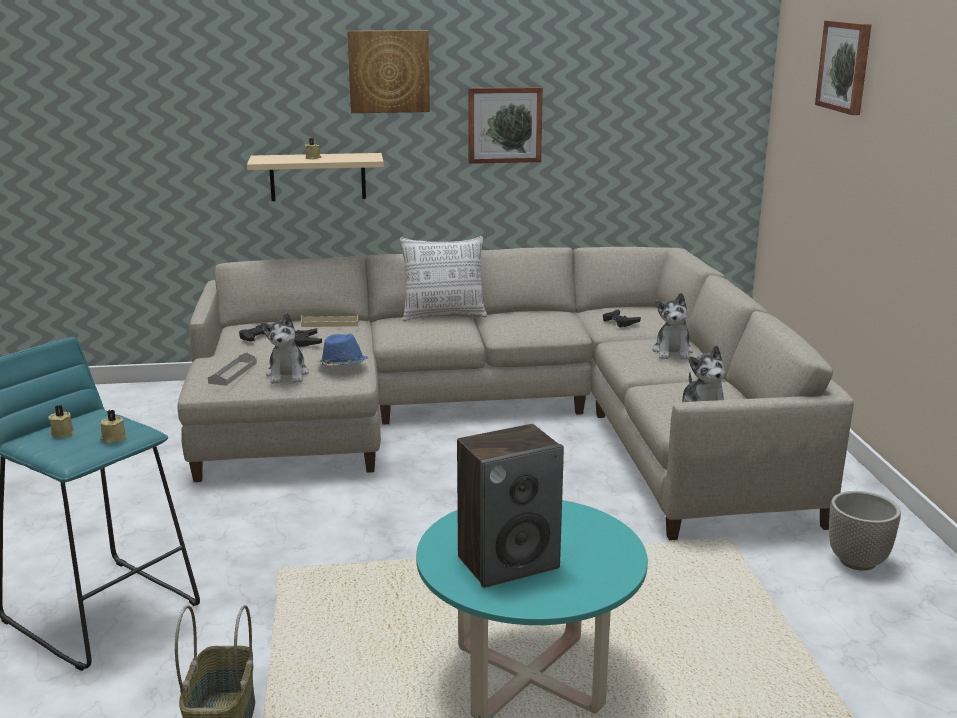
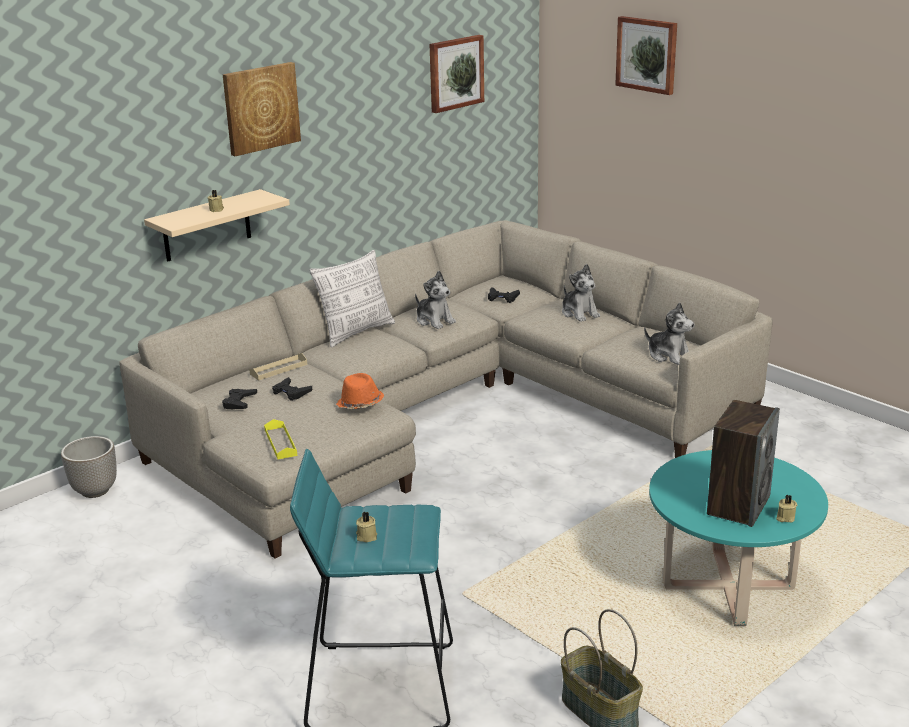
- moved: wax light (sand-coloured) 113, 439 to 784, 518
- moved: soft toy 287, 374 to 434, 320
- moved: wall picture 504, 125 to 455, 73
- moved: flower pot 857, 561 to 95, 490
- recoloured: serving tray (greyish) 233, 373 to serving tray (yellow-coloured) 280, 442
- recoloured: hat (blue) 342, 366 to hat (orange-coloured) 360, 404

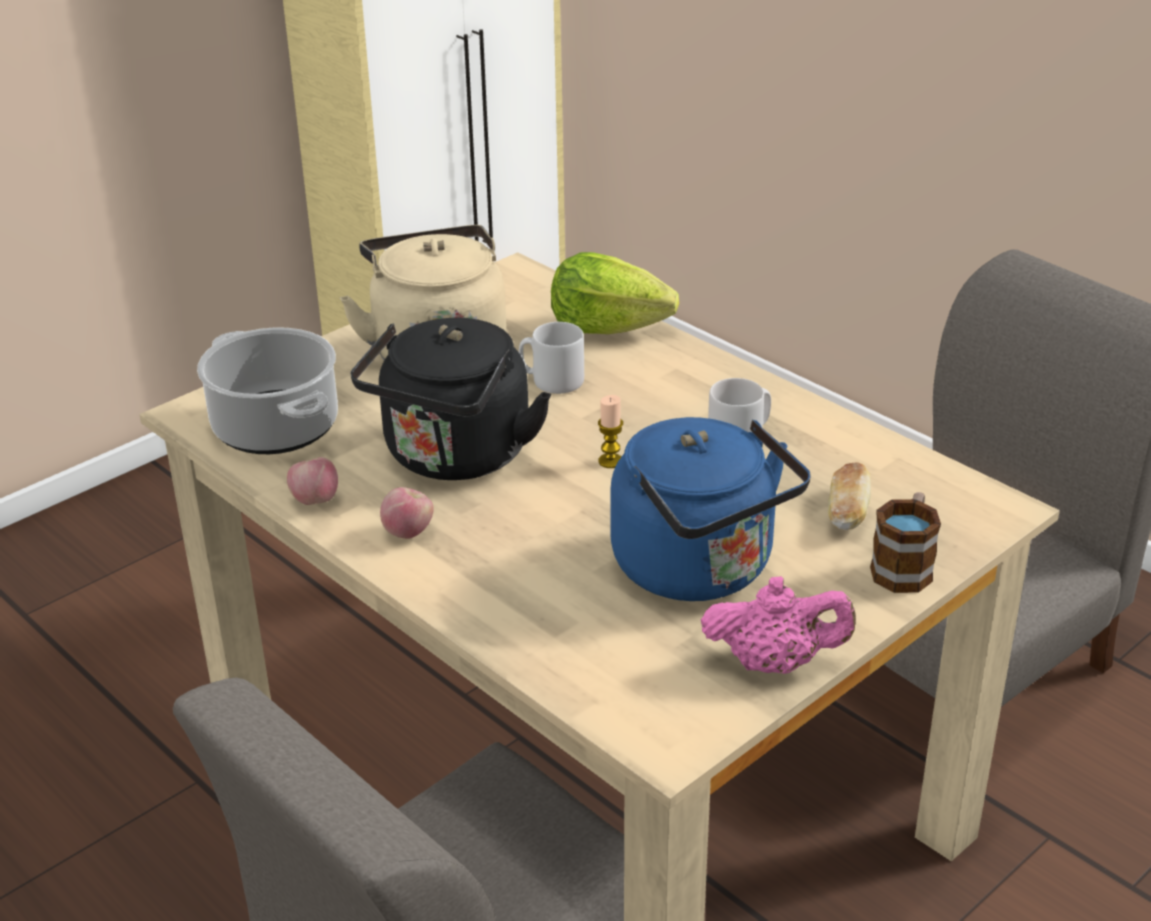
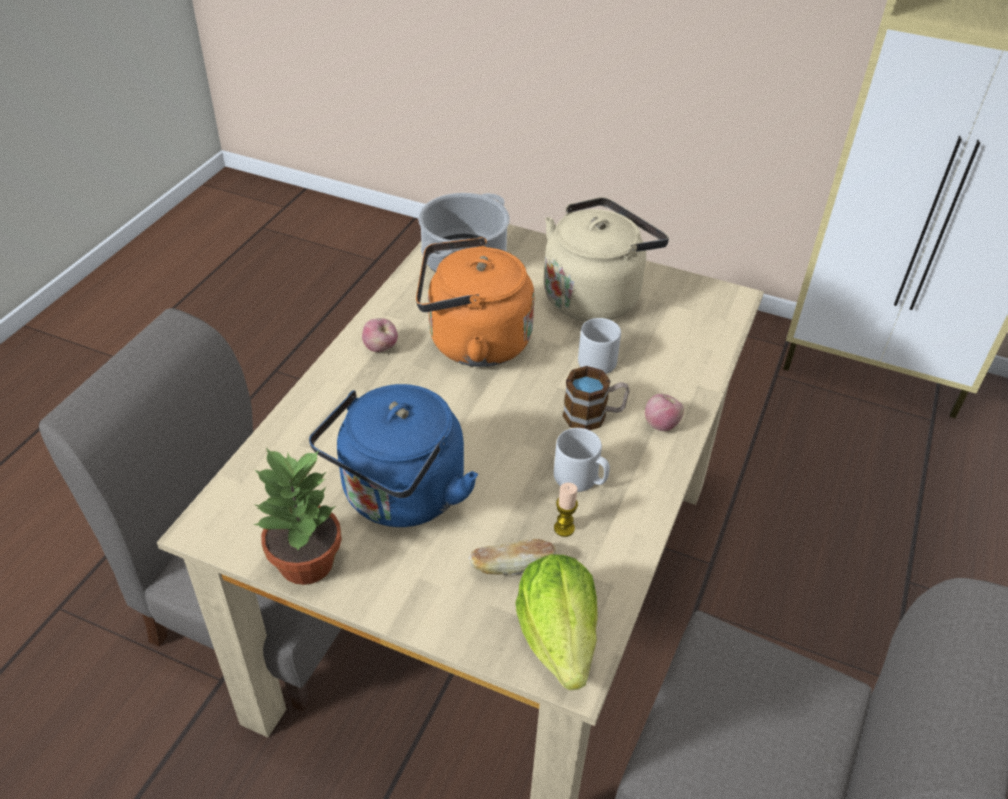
- moved: apple 315, 500 to 661, 424
- moved: lettuce head 607, 328 to 558, 637
- moved: wax light 610, 461 to 564, 528
- moved: tea mug 904, 565 to 593, 416
- replaced: tea pot (pink-coloured) 774, 663 to plant in a pot 307, 564
- recoloured: kettle (black-coloured) 454, 458 to kettle (orange-coloured) 472, 342

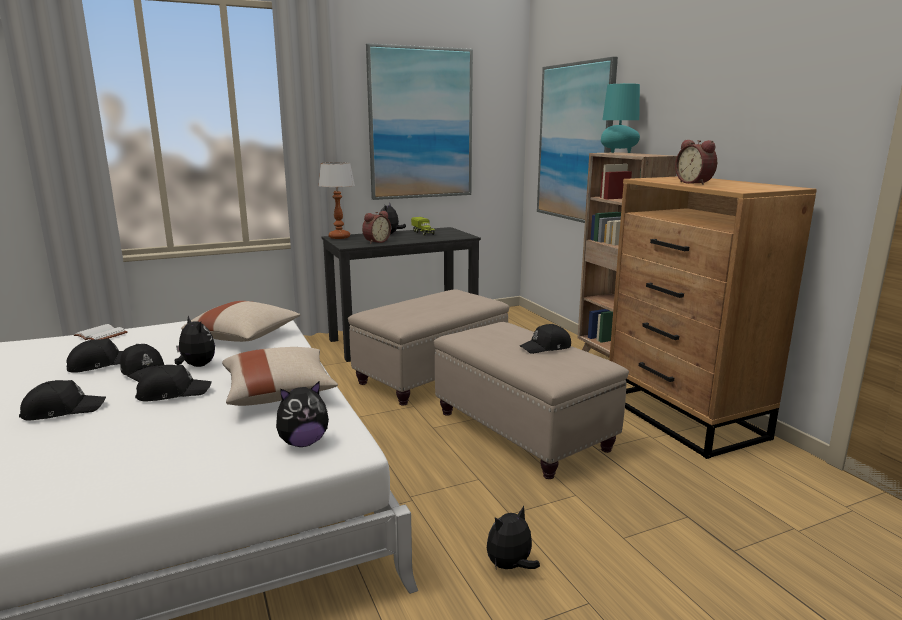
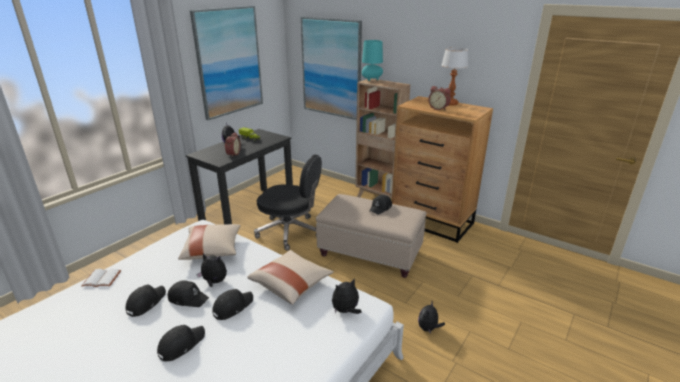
- moved: table lamp 339, 237 to 450, 103
- replaced: ottoman (sand-coloured) 430, 375 to office chair (black-coloured) 290, 231
- turned: soft toy 303, 442 = 346, 311 150 degrees counterclockwise

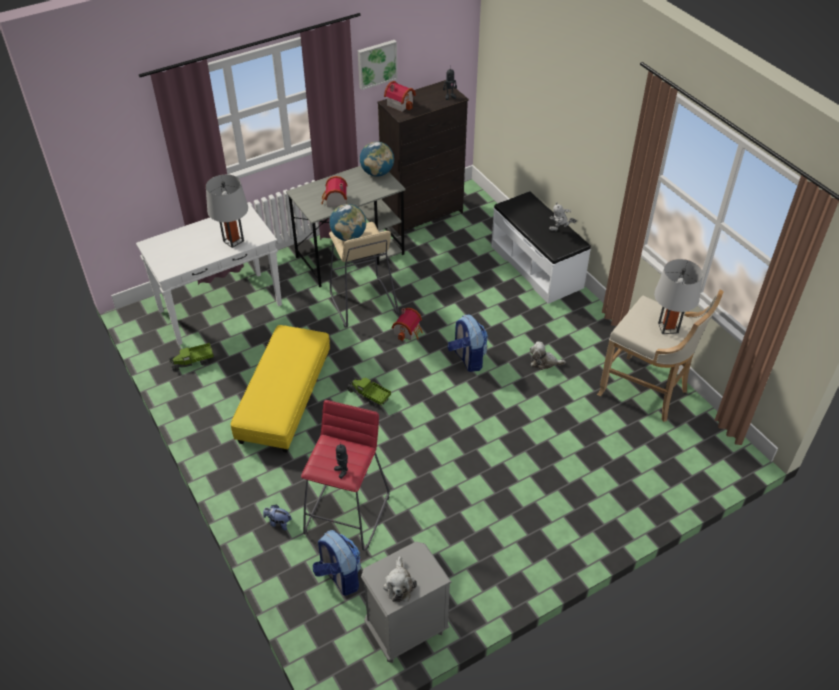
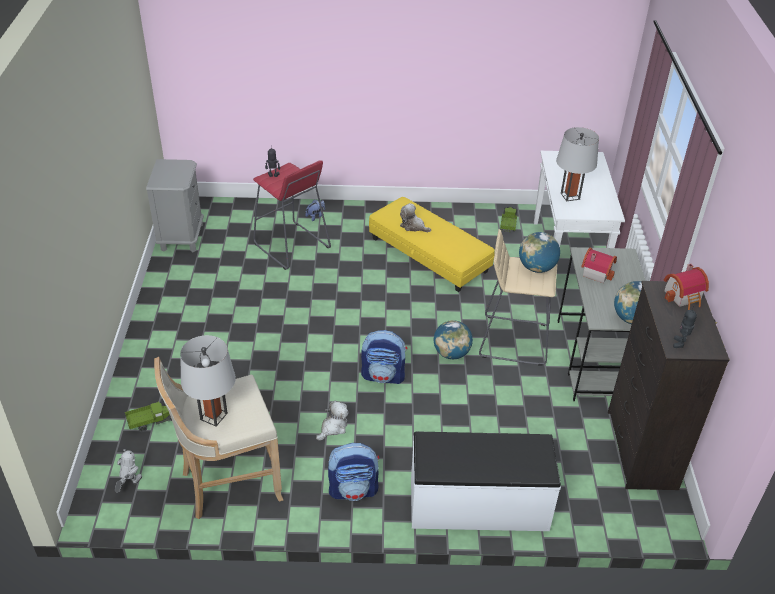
- removed: wall picture 376, 63
- moved: rucksack 339, 577 to 354, 489
- moved: toy lorry 368, 396 to 153, 421
- moved: soft toy 399, 585 to 413, 226
- moved: model robot 560, 231 to 130, 485
- replaced: toy house 408, 331 to globe 451, 353

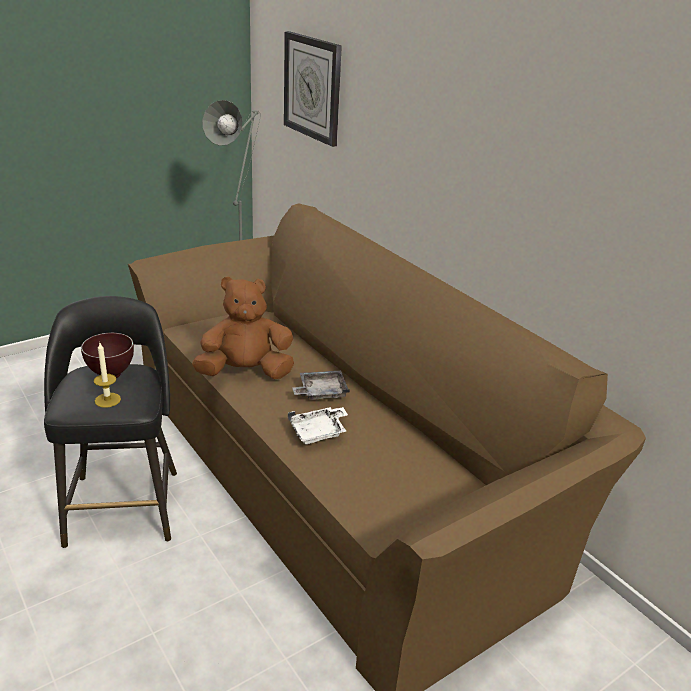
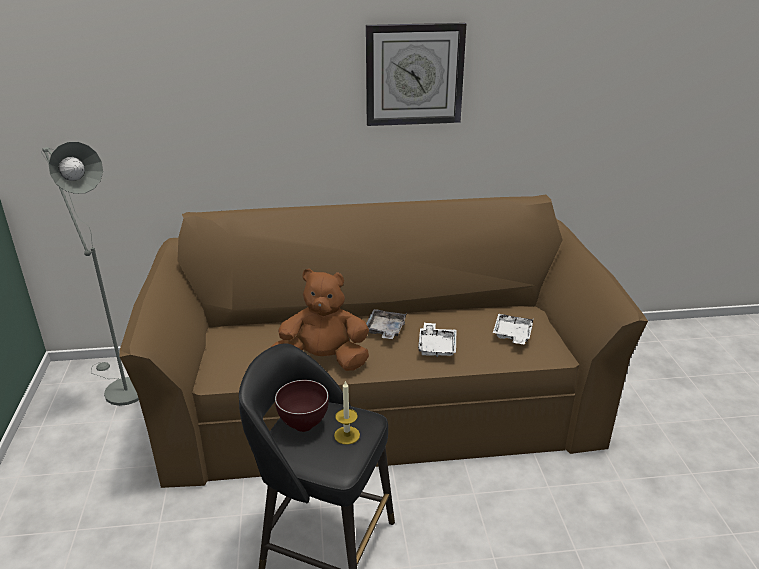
- added: serving tray (white) 512, 335
- moved: wall clock 312, 88 to 414, 74
- turned: soft toy (brownish) 245, 372 = 323, 360 75 degrees clockwise

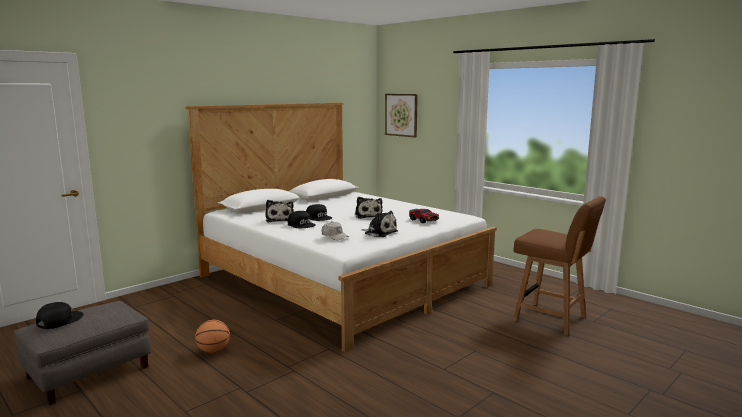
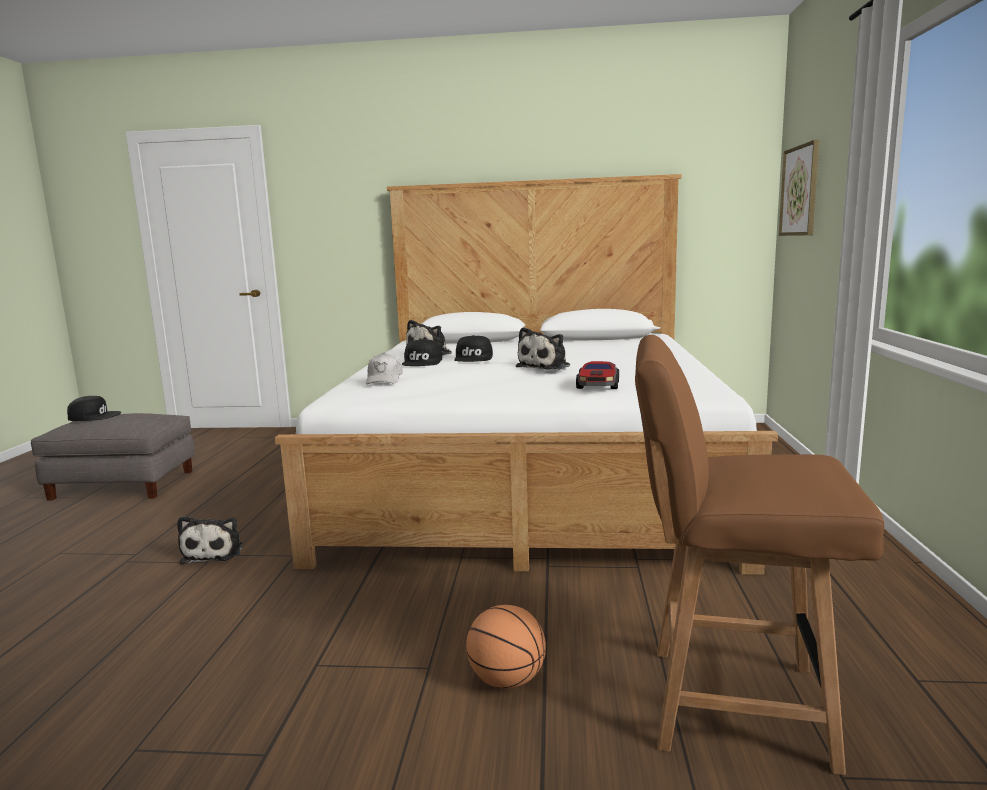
- moved: basketball 213, 351 to 507, 680
- moved: soft toy 379, 233 to 214, 552
- turned: chair (brownish) 551, 319 = 732, 703 105 degrees clockwise

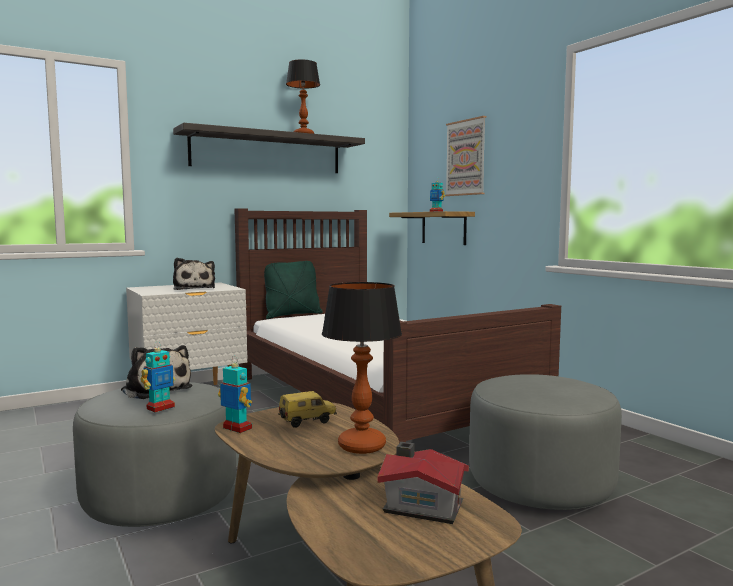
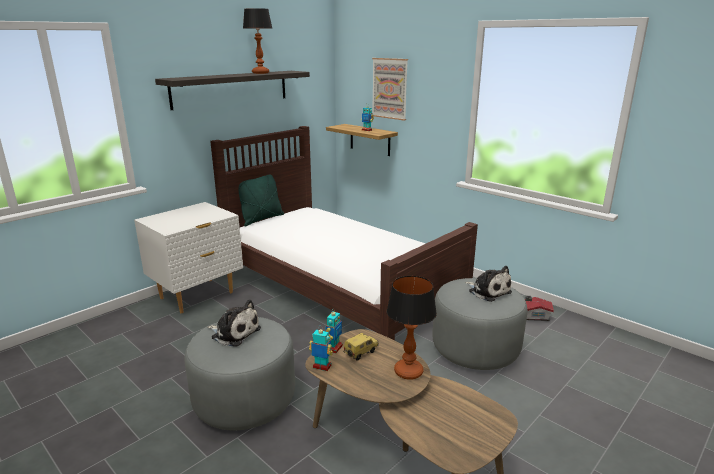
- moved: model robot 160, 408 to 334, 348
- moved: soft toy 194, 288 to 488, 291
- moved: toy house 422, 505 to 534, 315

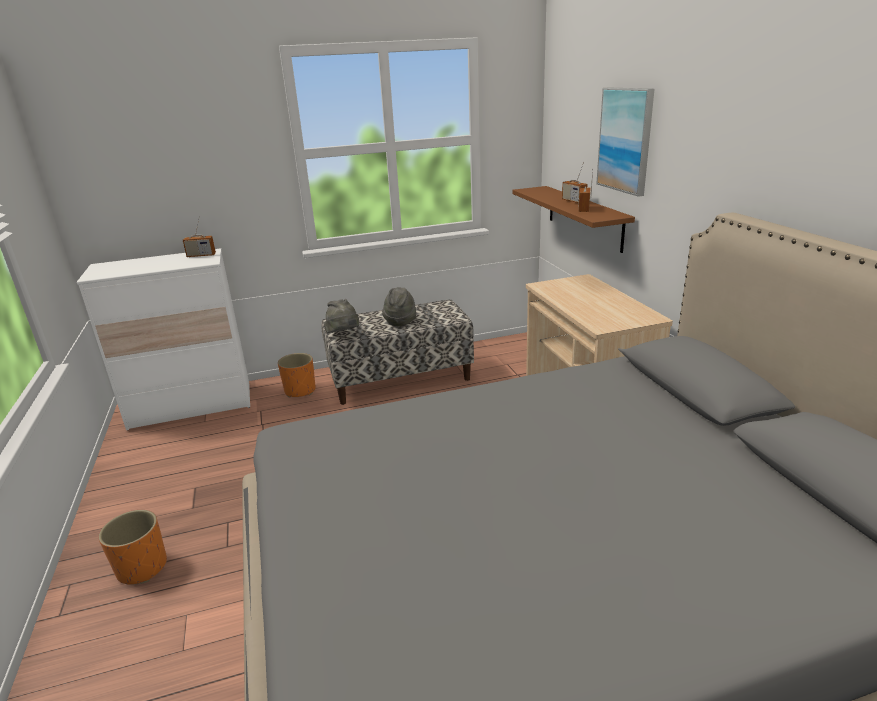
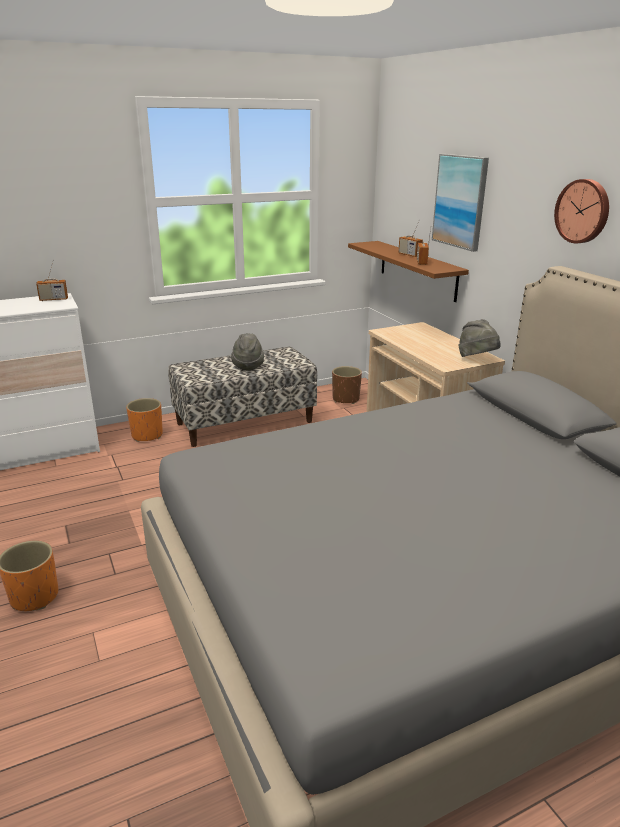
- added: flower pot (brownish) 346, 399
- added: wall clock 583, 211
- moved: hat (greyish) 344, 335 to 477, 359

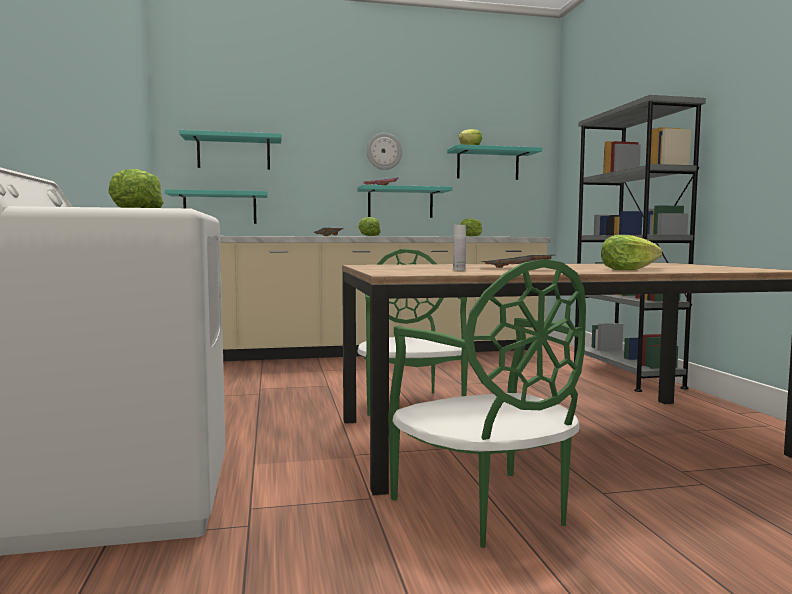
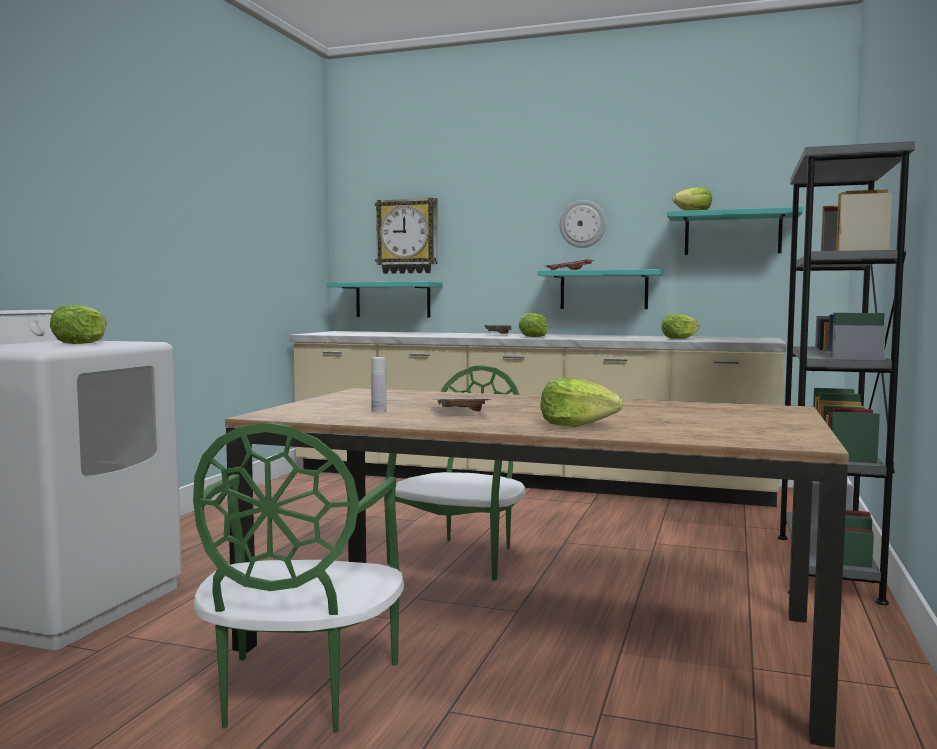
- replaced: bracket shelf (blue-green) 233, 153 to wall clock 407, 236

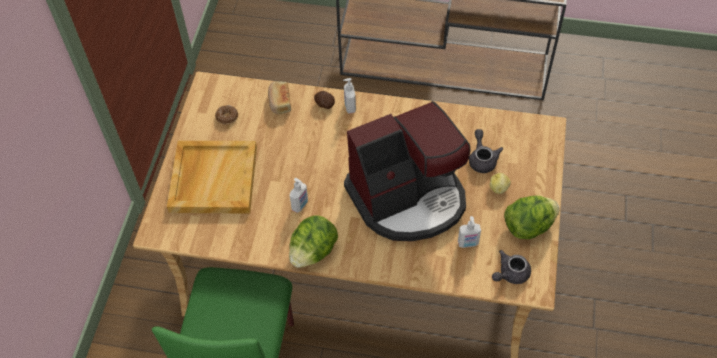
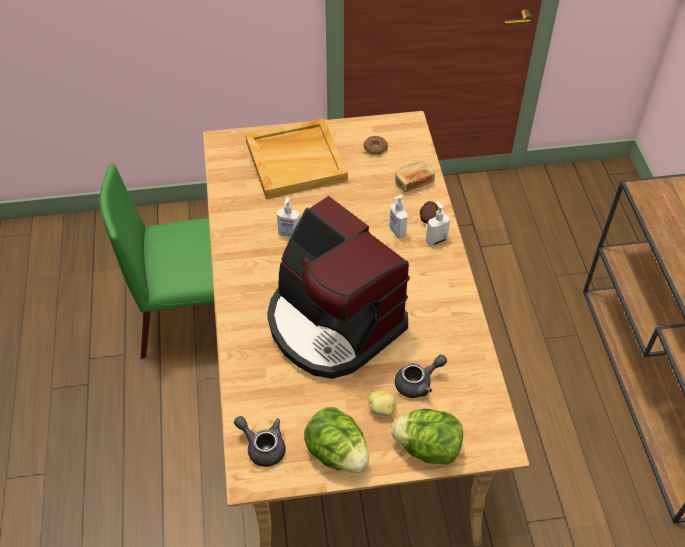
- moved: lettuce head 313, 251 to 427, 448
- moved: soap dispenser 468, 243 to 396, 231

